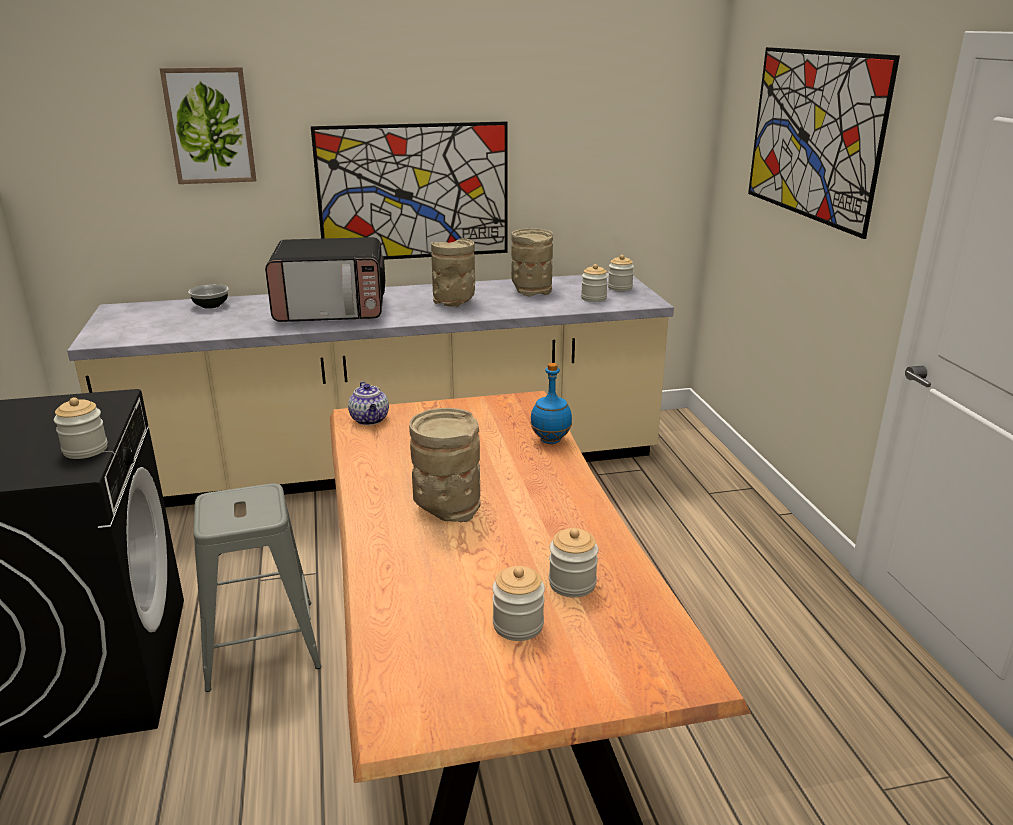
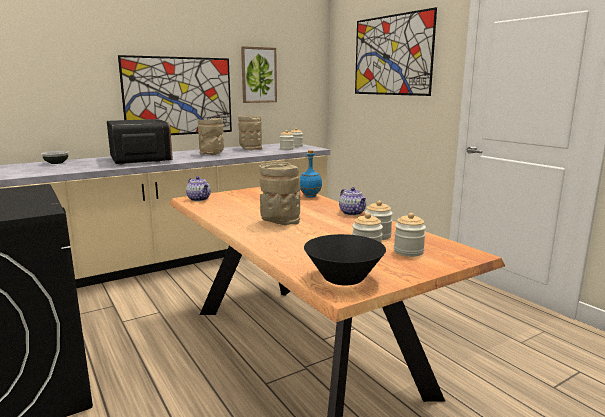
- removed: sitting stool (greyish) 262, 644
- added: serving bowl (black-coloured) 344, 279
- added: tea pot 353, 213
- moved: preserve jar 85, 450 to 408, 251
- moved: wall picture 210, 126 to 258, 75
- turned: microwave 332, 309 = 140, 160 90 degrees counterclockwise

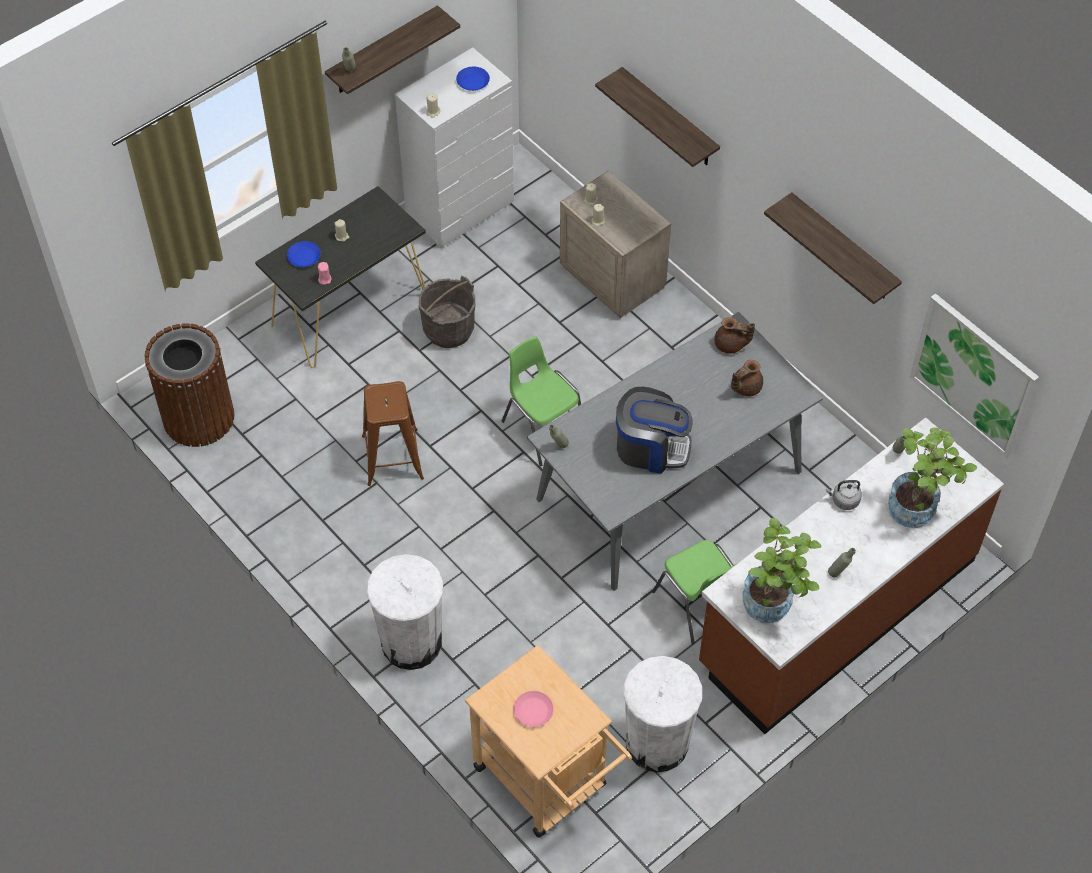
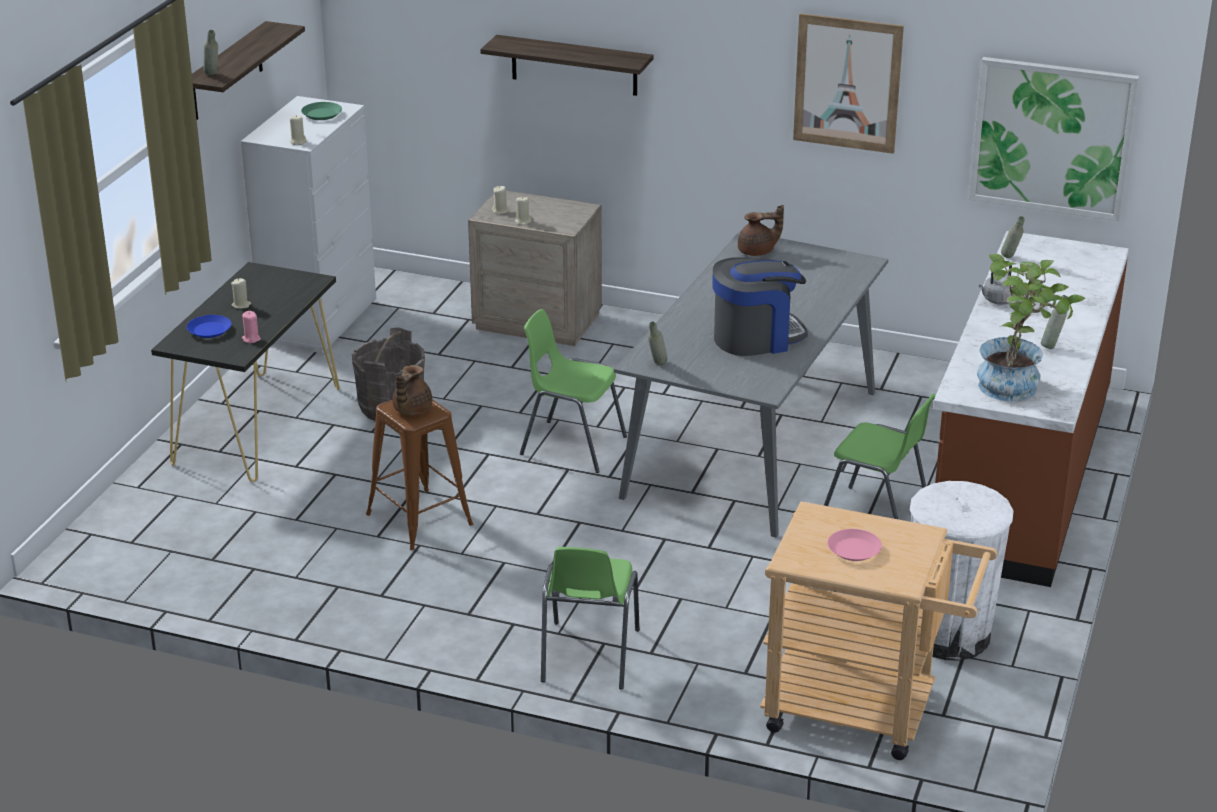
- removed: trash can (brownish) 198, 417
- removed: plant in a pot 918, 507
- moved: tea pot (brownish) 745, 387 to 411, 410
- replaced: trash can (white) 411, 642 to chair (green) 588, 656
- replaced: bracket shelf 843, 249 to wall picture 847, 83
- recoloured: flat dish (blue) 473, 82 to flat dish (green) 322, 115

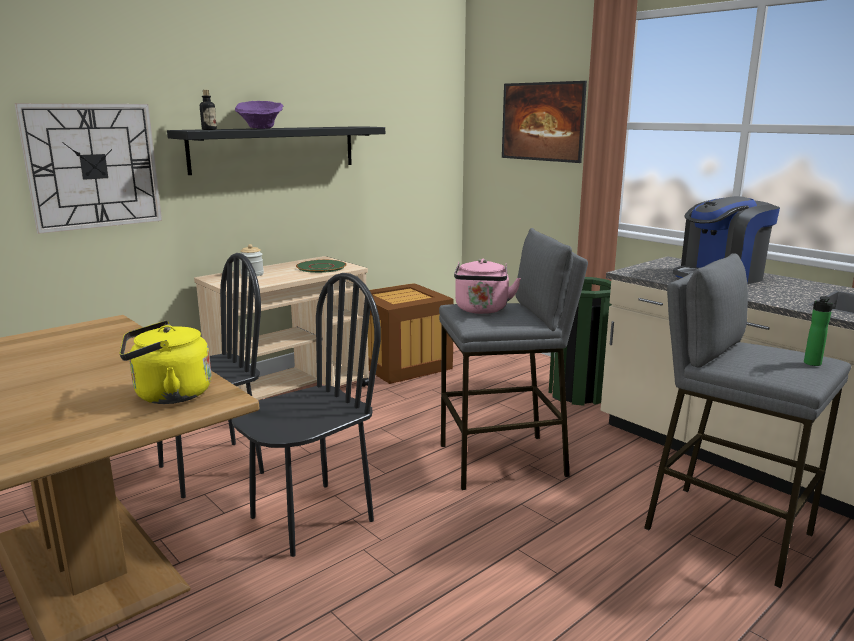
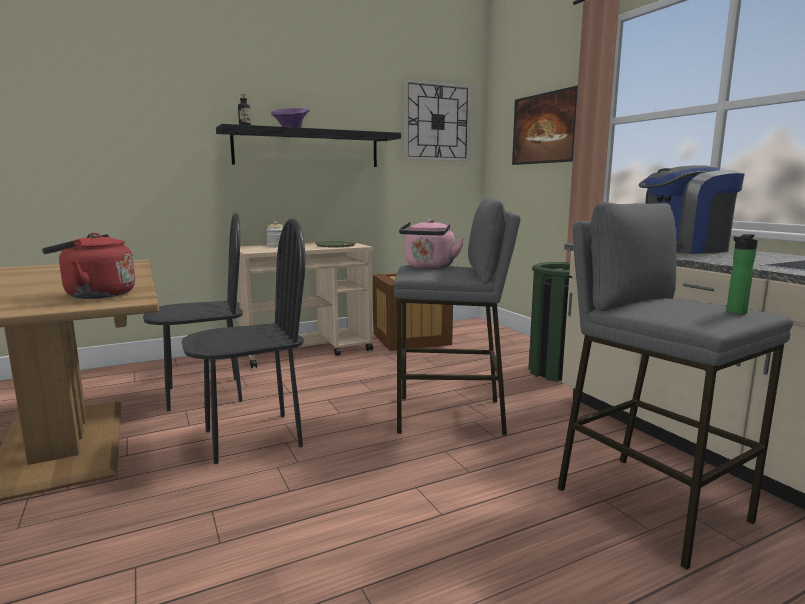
- moved: wall clock 93, 166 to 437, 122
- recoloured: kettle (yellow-coloured) 168, 395 to kettle (red) 95, 295

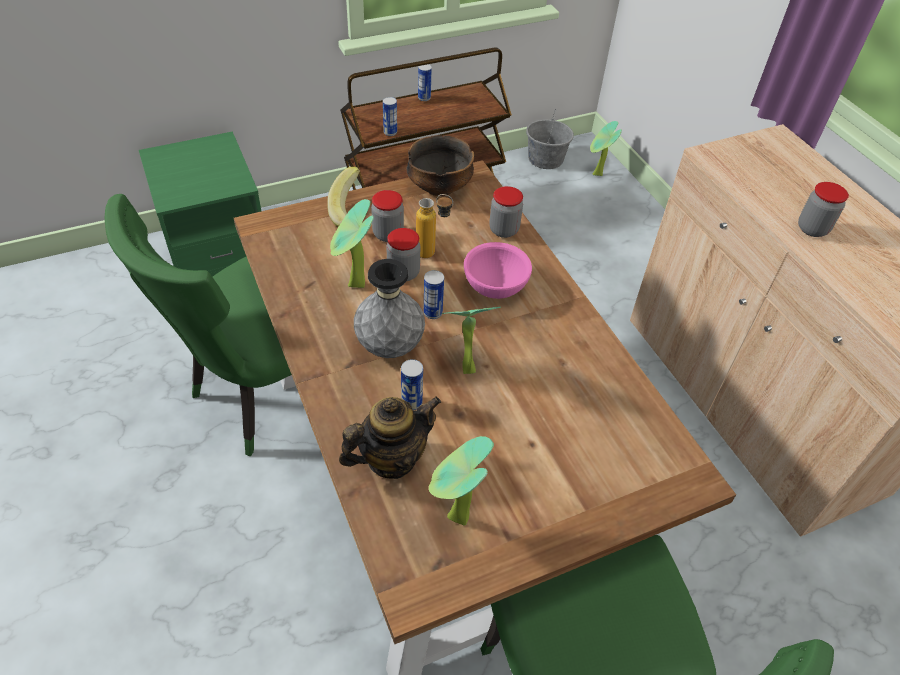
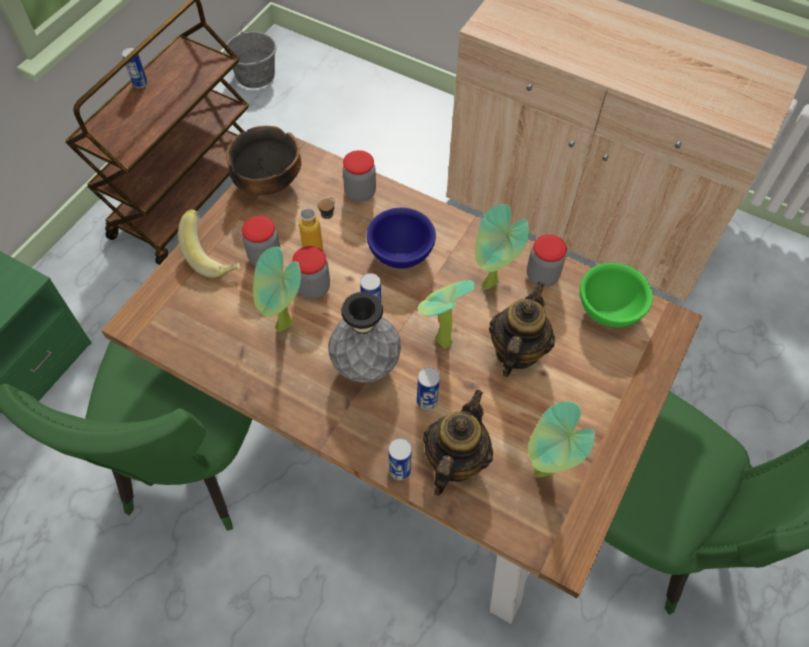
- added: tea pot 516, 351
- added: serving bowl (green) 607, 310
- moved: sealed can 390, 132 to 399, 470
- moved: plant in a pot 596, 175 to 490, 287
- moved: preserve jar 812, 229 to 542, 276
- recoloured: serving bowl (pink-coloured) 495, 287 to serving bowl (blue) 400, 253

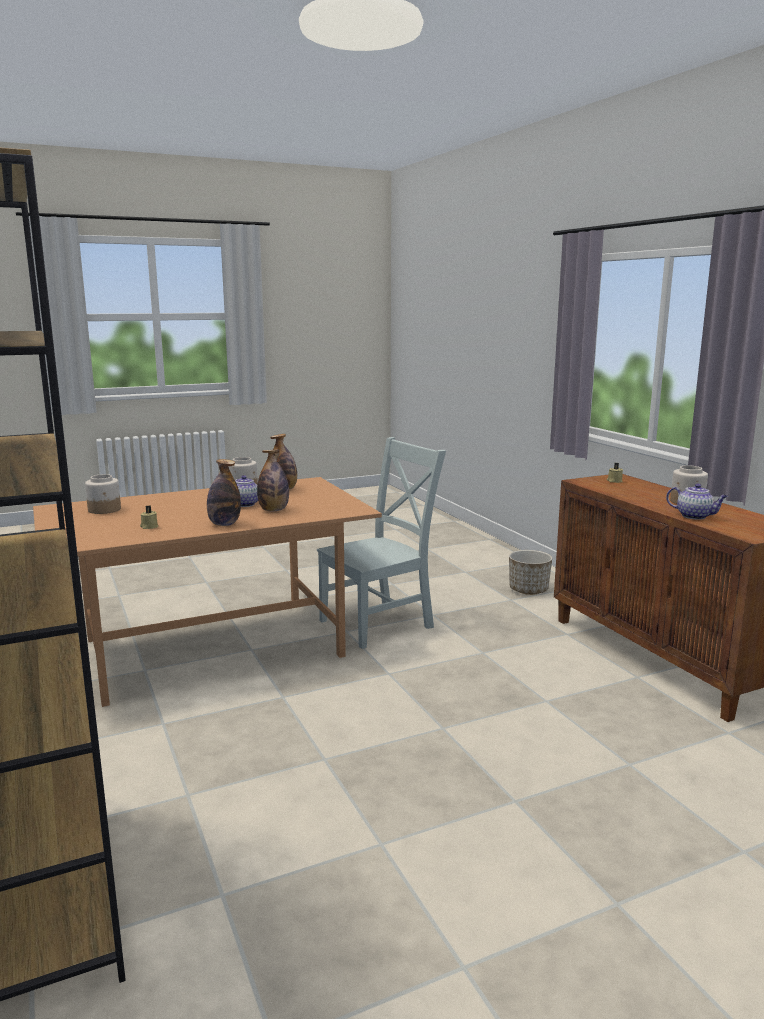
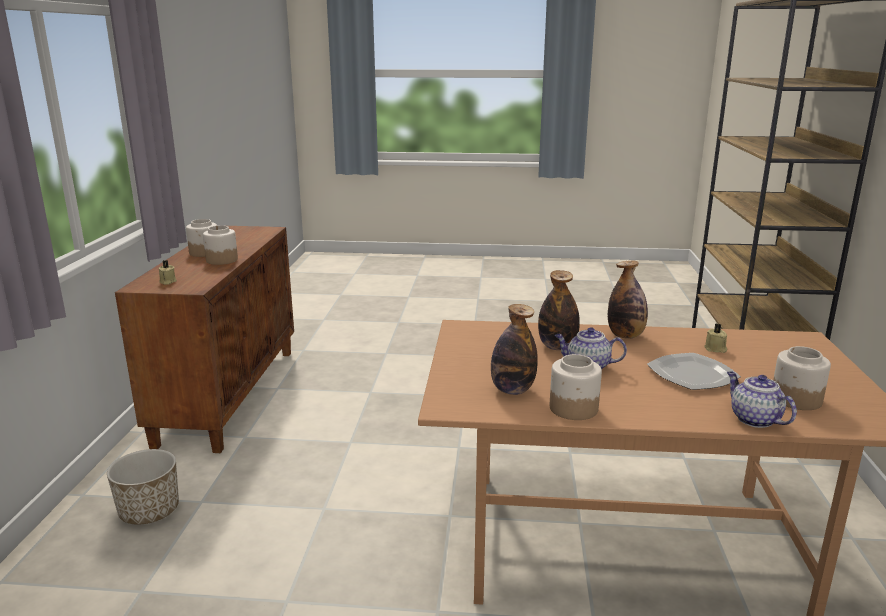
- removed: chair (greyish) 380, 623
- added: preserve jar 222, 260
- added: flat dish 692, 375
- moved: tea pot 695, 516 to 753, 419

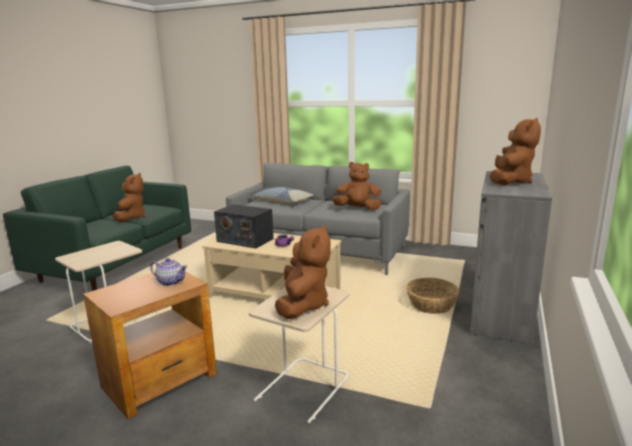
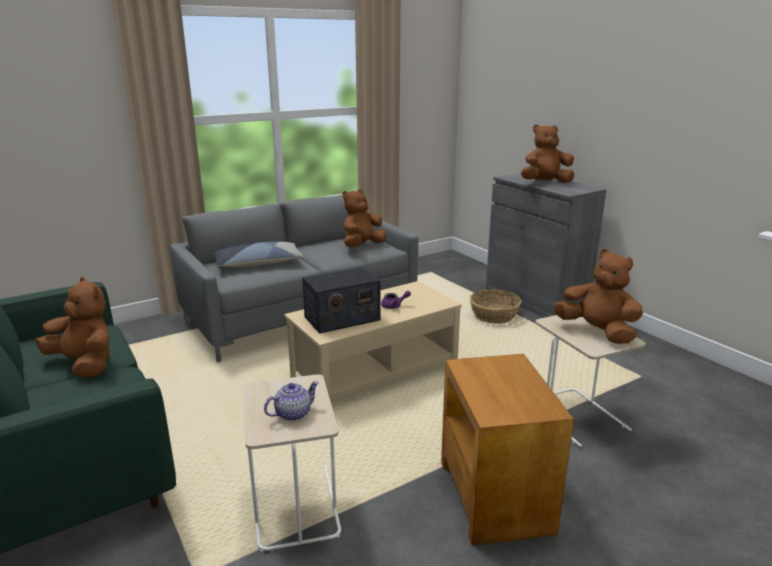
- moved: tea pot 170, 282 to 292, 414
- turned: soft toy (brownish) 510, 182 = 545, 183 75 degrees counterclockwise

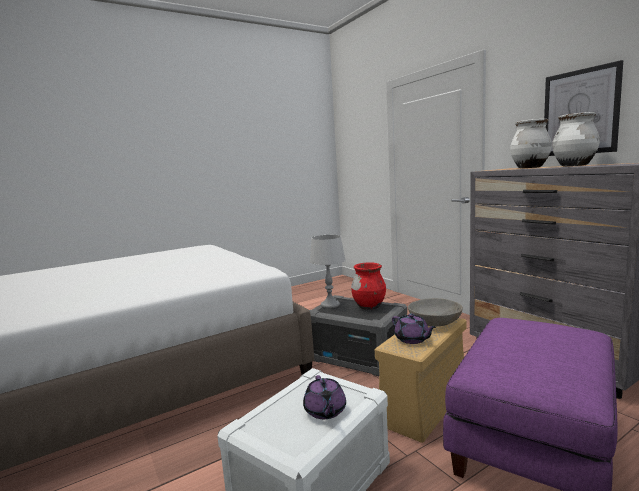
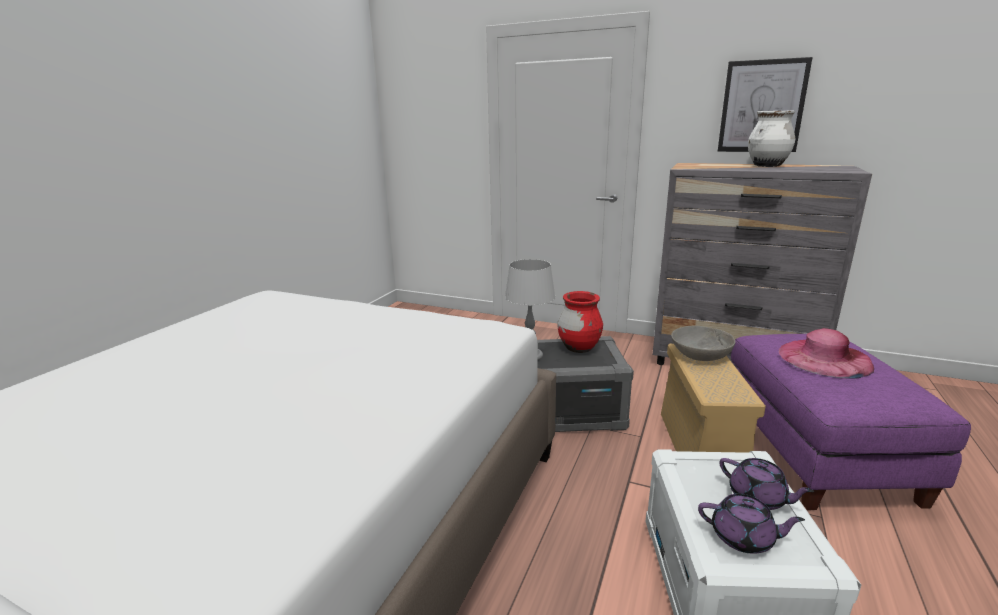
- removed: vase (white) 529, 167
- added: hat (pink-coloured) 824, 358
- moved: tea pot (purplish) 412, 339 to 743, 537

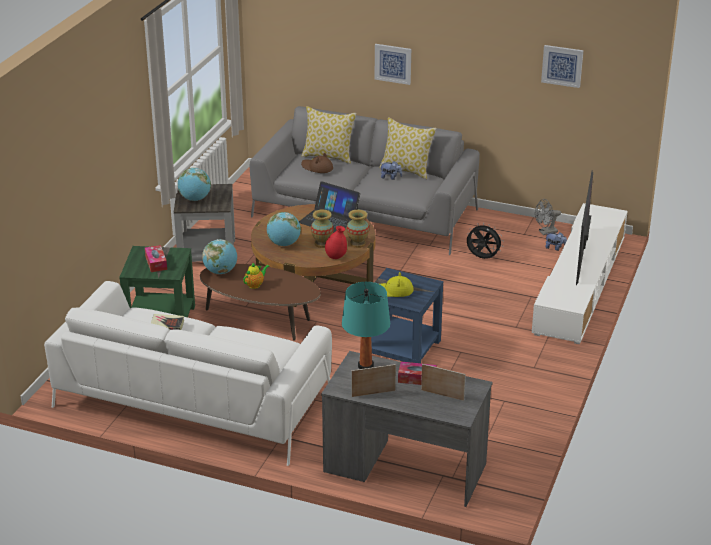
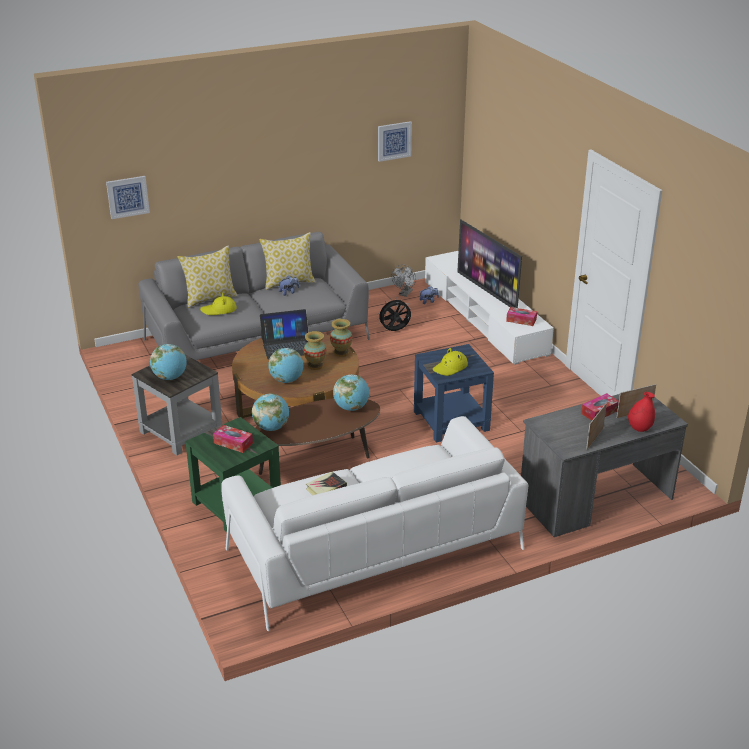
- removed: tea pot 255, 285
- removed: table lamp (blue-green) 365, 366
- added: globe 351, 408
- added: tissue box 521, 320
- moved: vase (red) 336, 256 to 639, 428
- moved: wall picture 393, 63 to 127, 197
- recoloured: hat (brownish) 317, 168 to hat (yellow-coloured) 219, 310

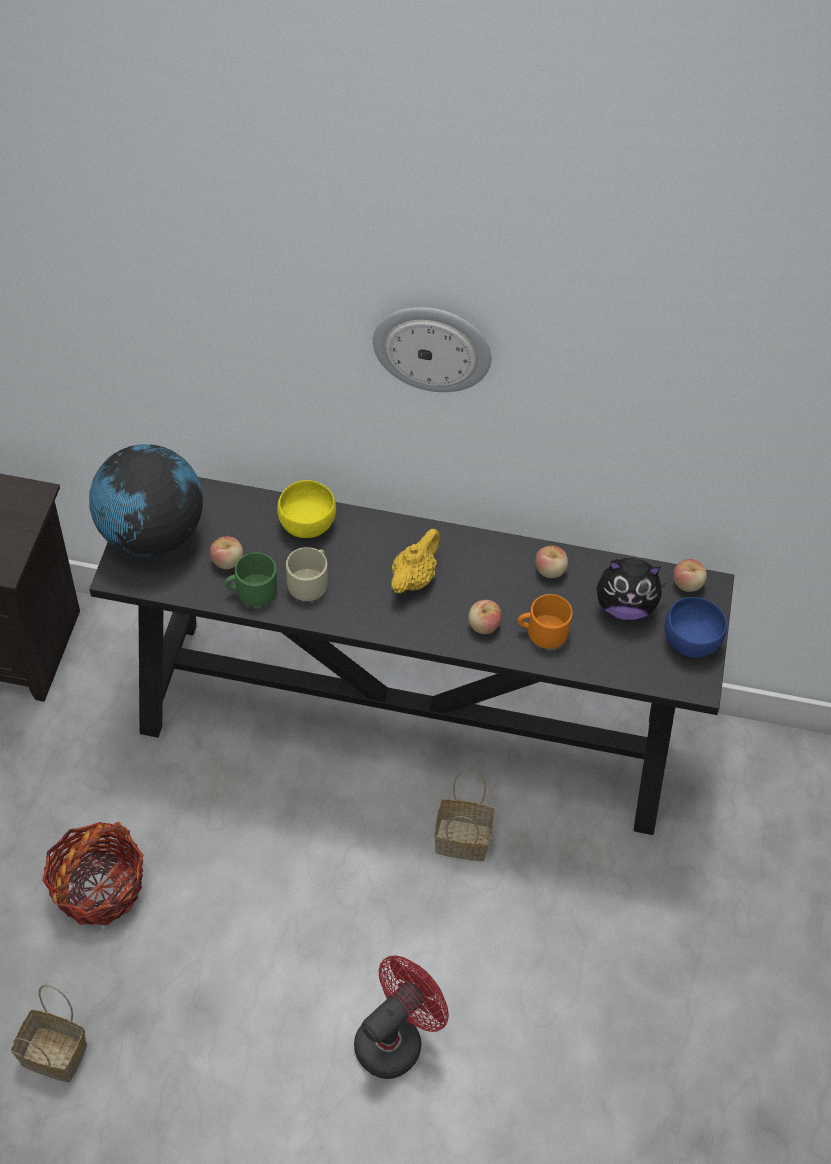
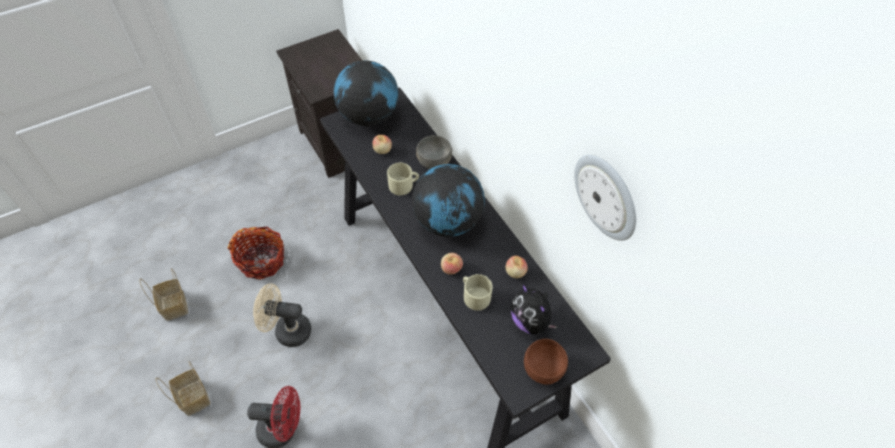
- removed: tea mug (green) 251, 591
- removed: apple 687, 584
- added: cooling fan (sand-coloured) 287, 330
- moved: wall clock 432, 347 to 606, 196
- moved: storage basket 460, 840 to 192, 397
- replaced: tea pot (yellow-coloured) 414, 578 to globe 448, 221
- recoloured: serving bowl (yellow-coloured) 306, 524 to serving bowl (greyish) 433, 161
- recoloured: tea mug (orange-coloured) 542, 631 to tea mug (sand-coloured) 474, 296
- recoloured: serving bowl (blue) 690, 640 to serving bowl (brownish) 543, 368

